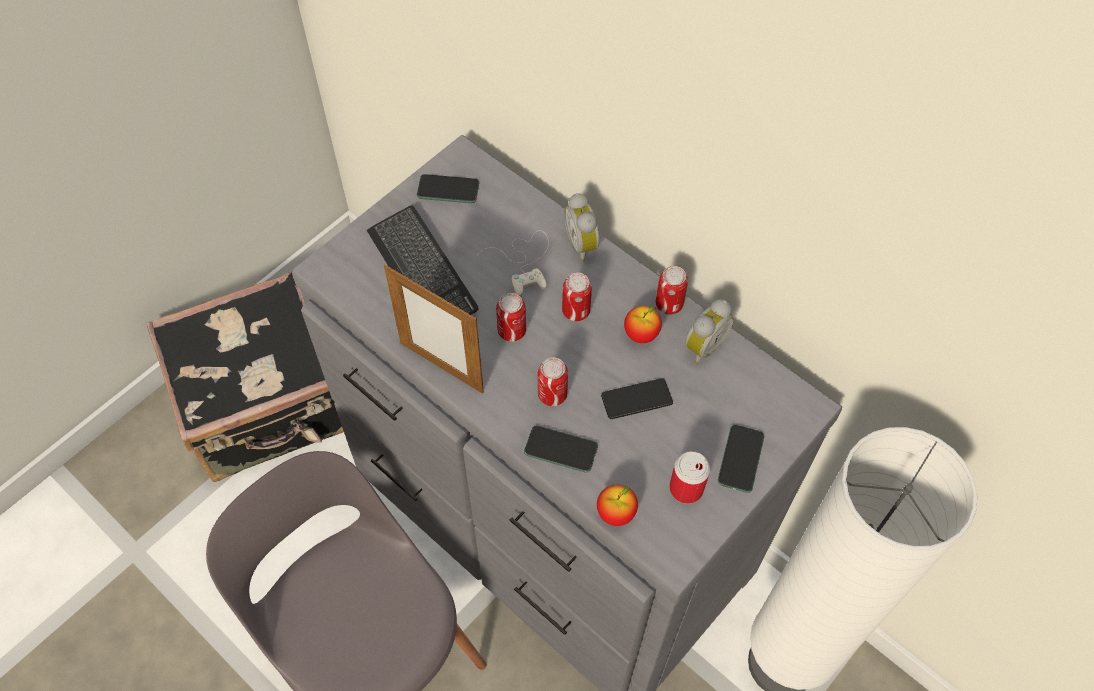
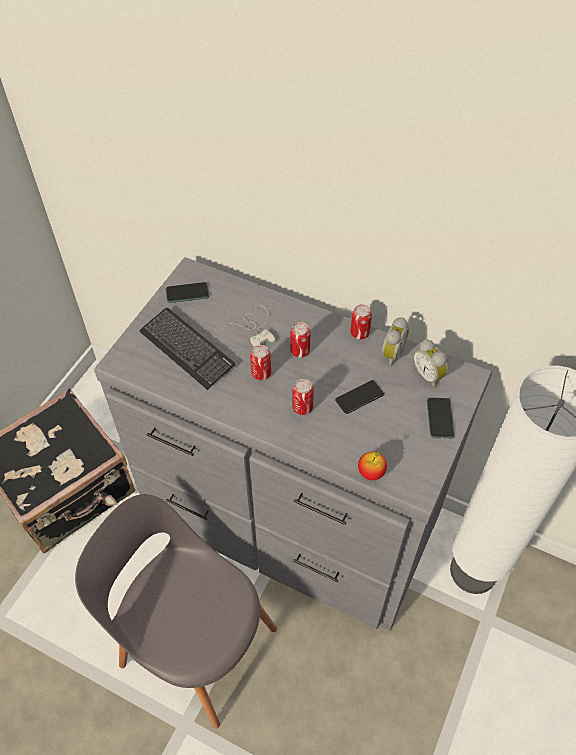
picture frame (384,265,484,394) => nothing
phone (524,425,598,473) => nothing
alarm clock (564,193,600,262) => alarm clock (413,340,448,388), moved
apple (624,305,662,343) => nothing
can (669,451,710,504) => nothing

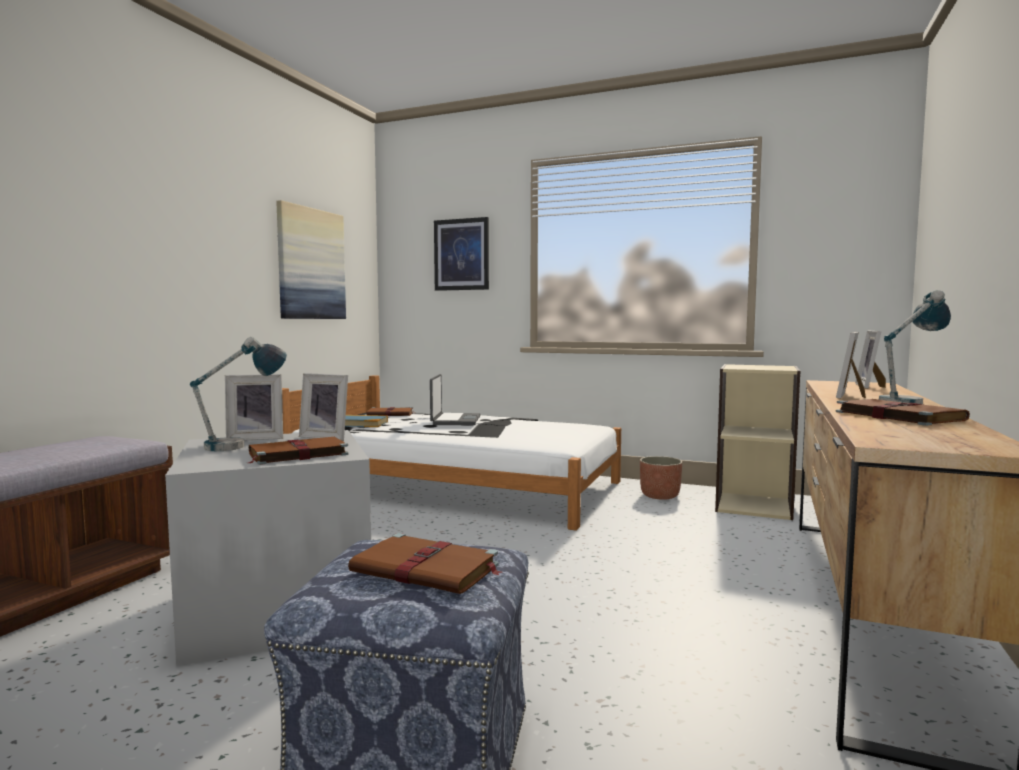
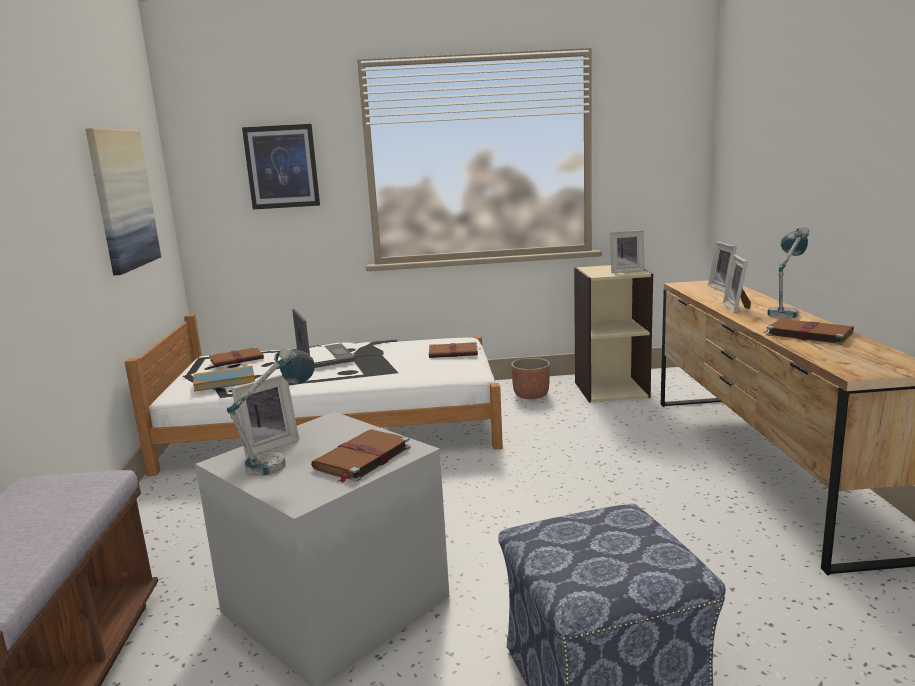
picture frame (299,373,348,441) => picture frame (610,230,645,273), moved
book (brown) (348,533,501,594) => book (brown) (429,342,482,358), moved

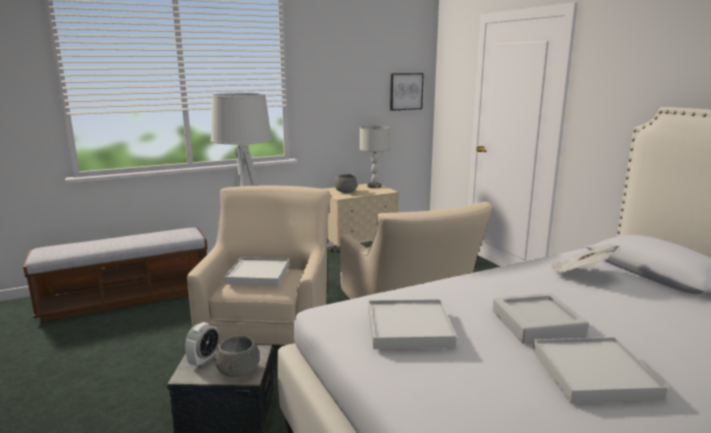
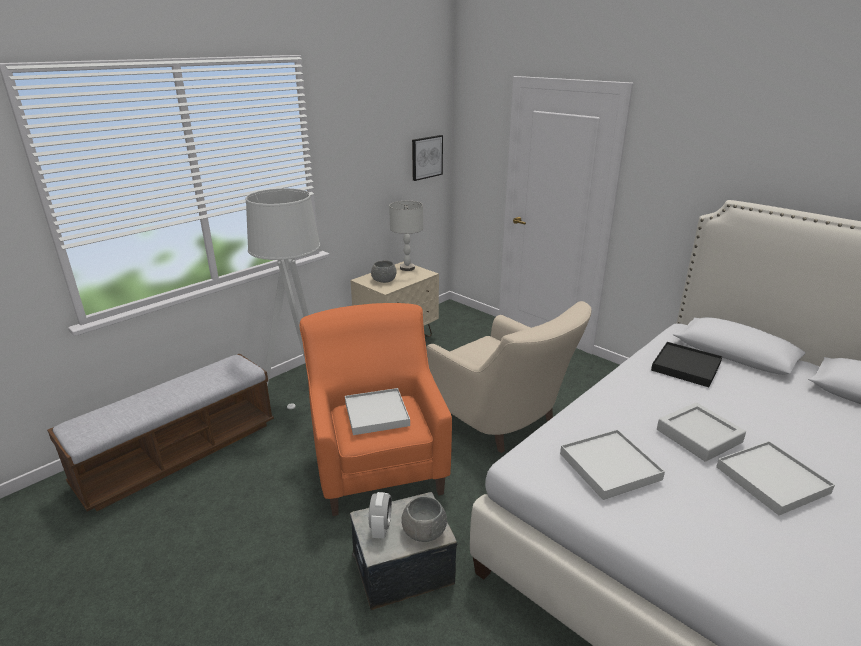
armchair (beige) (187,186,331,345) => armchair (orange) (300,303,452,516)
newspaper (552,244,620,274) => tray (black) (651,342,722,387)

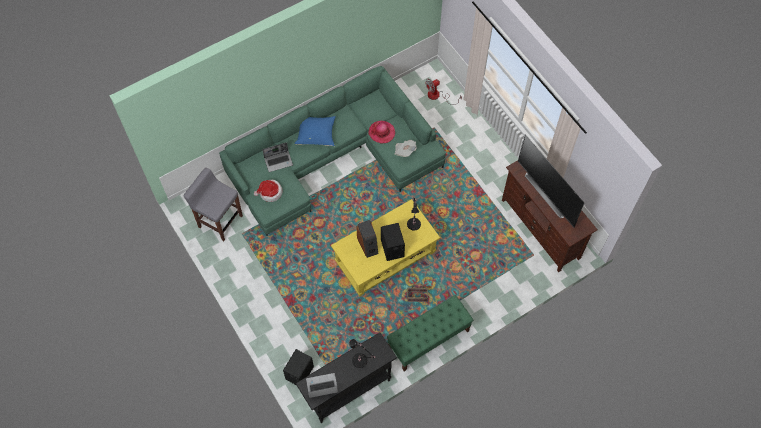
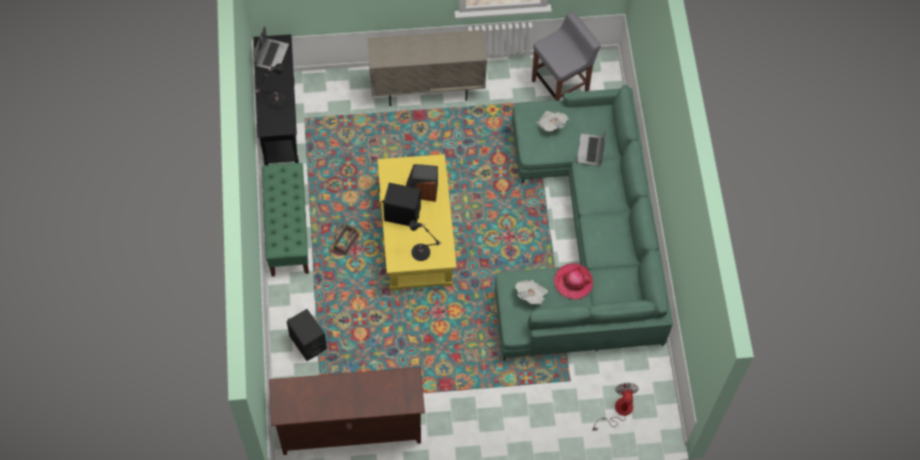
hat (254,180,282,202) => newspaper (537,111,569,131)
speaker (black) (283,349,314,385) => speaker (black) (287,309,327,361), moved
pillow (blue) (294,116,336,146) => nothing
television (518,134,584,228) => nothing
nothing => cabinet (beige) (368,30,487,106)

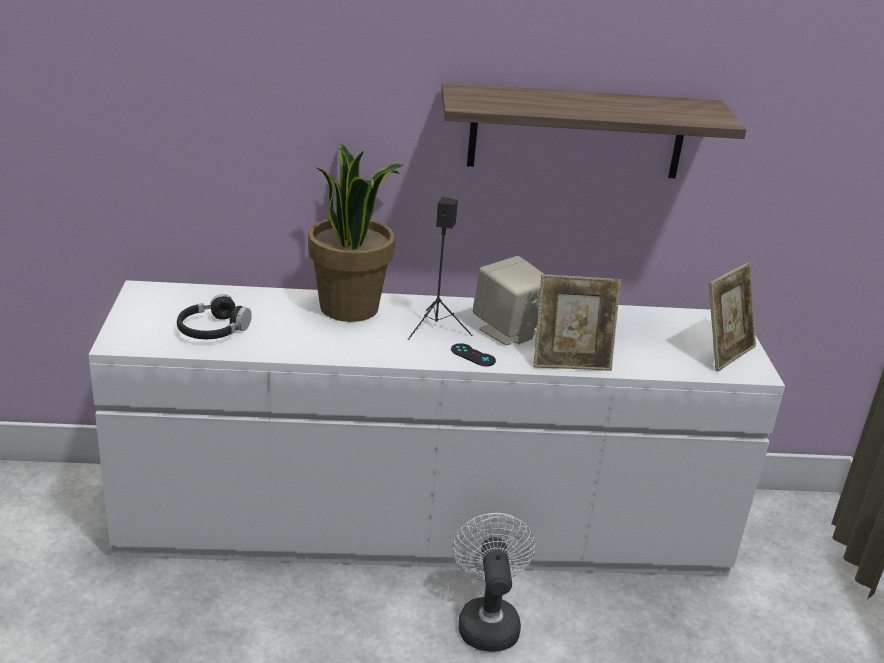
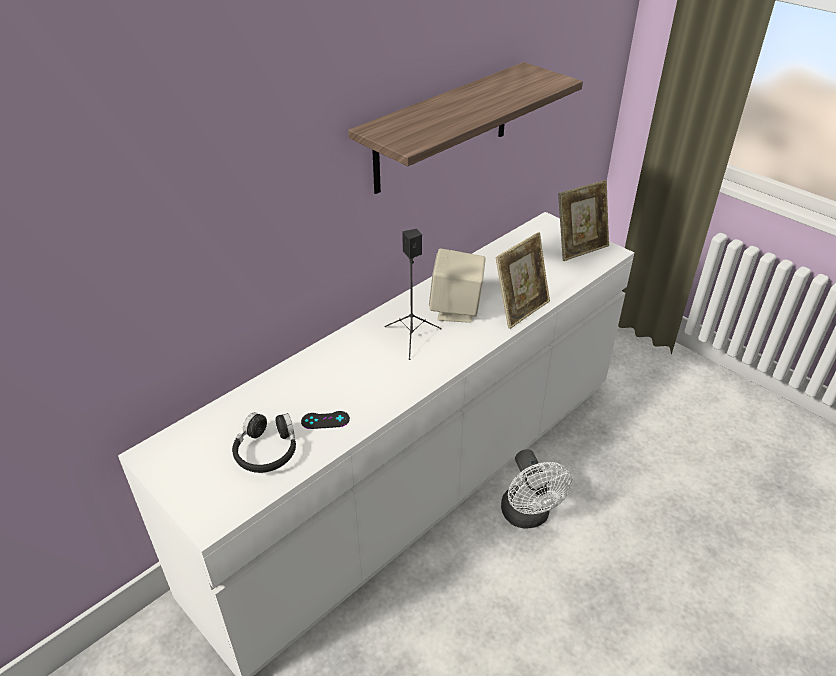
potted plant (308,143,404,322) => nothing
game controller (black) (451,343,496,366) => game controller (black) (301,411,350,429), moved
fan (white) (452,513,535,652) => fan (white) (501,449,573,529), 150 degrees counterclockwise
picture frame (709,262,756,371) => picture frame (558,180,609,261), 60 degrees clockwise

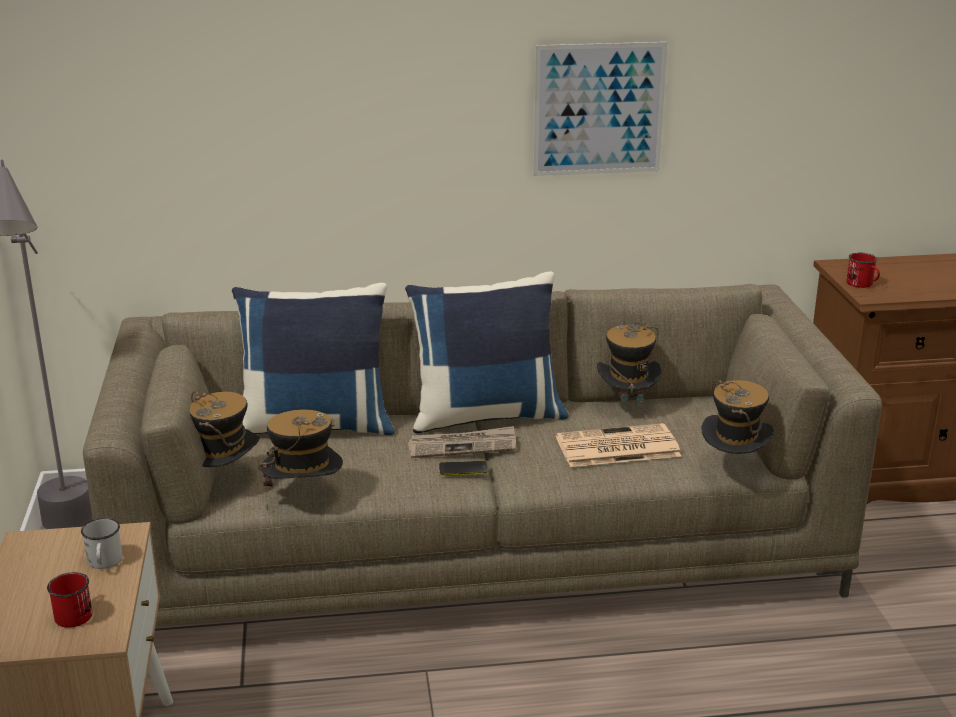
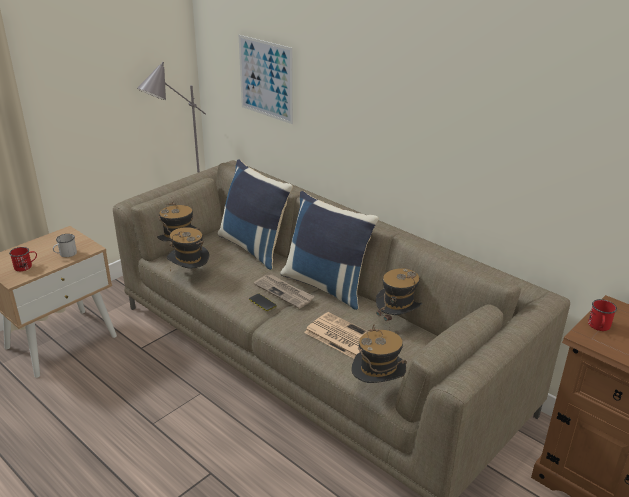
picture (533,42,668,176) => picture (239,35,293,124), moved

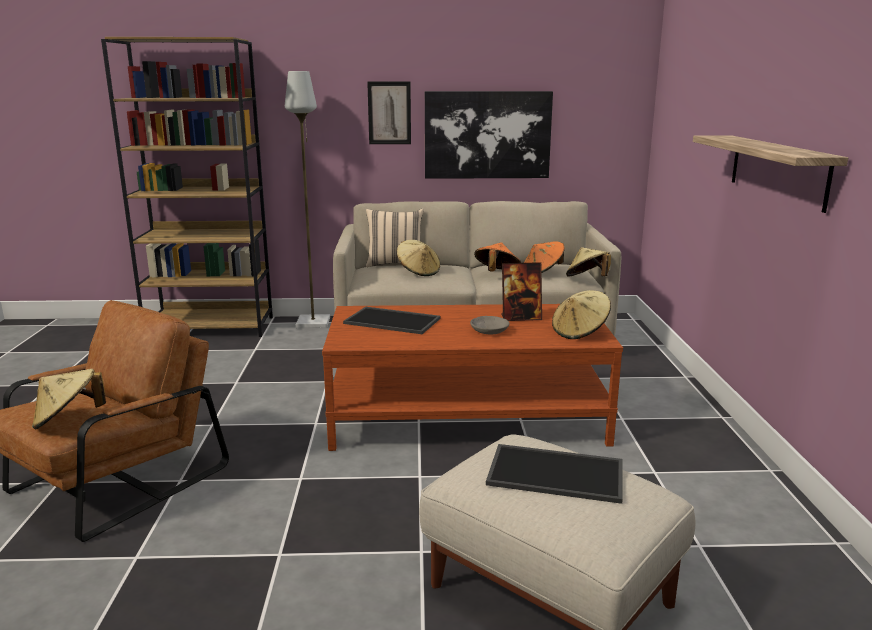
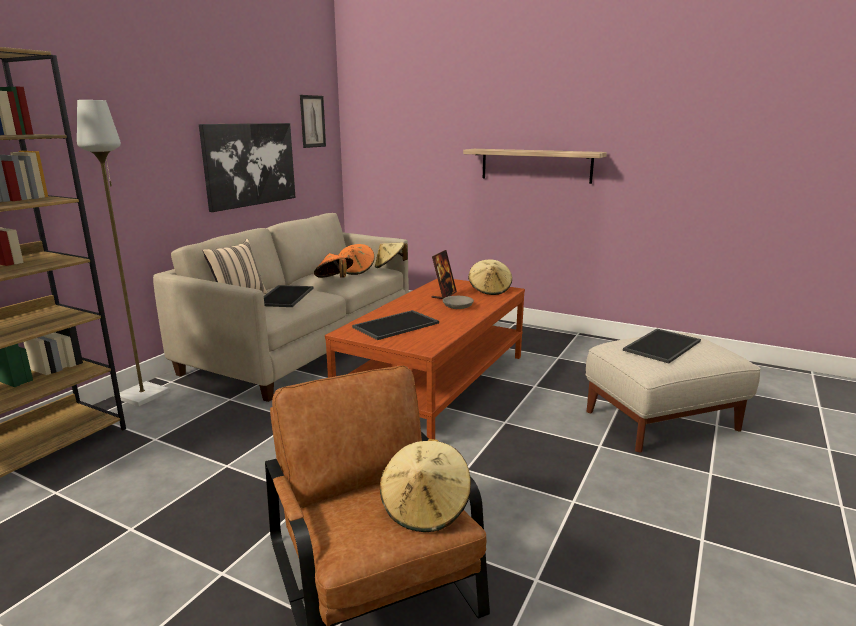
picture (367,82,411,144) => picture (300,95,326,148), moved
hat (beige) (397,240,440,276) => tray (264,285,314,307)

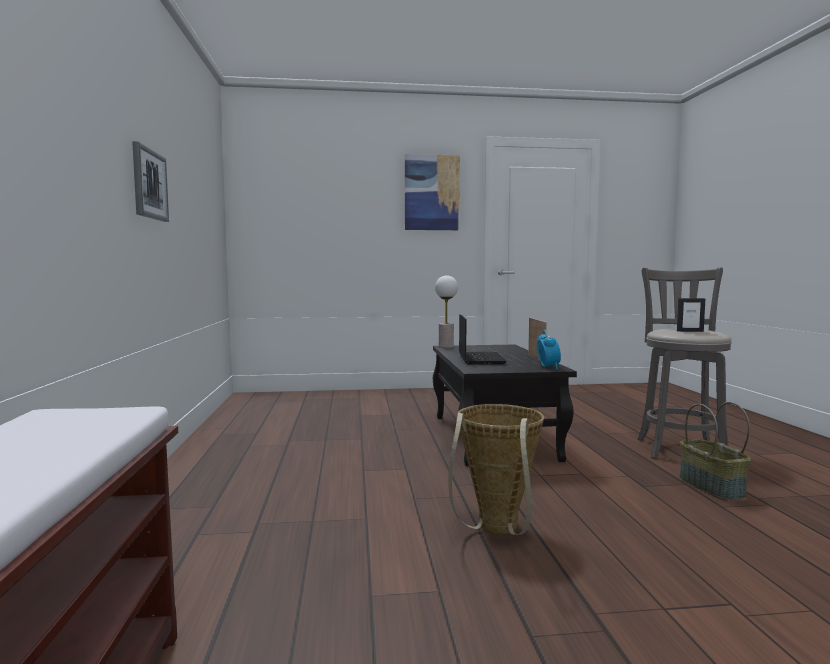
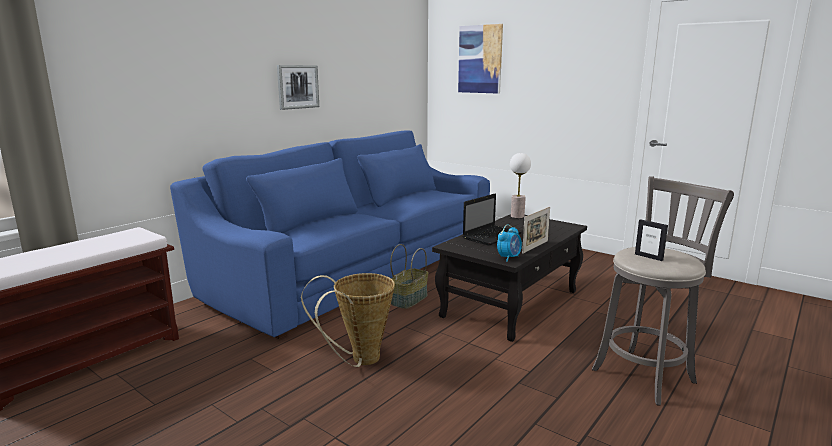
picture (405,154,460,230) => picture (458,24,503,94), moved
basket (679,402,751,500) => basket (390,244,428,309), moved
nothing => sofa (blue) (170,131,490,339)

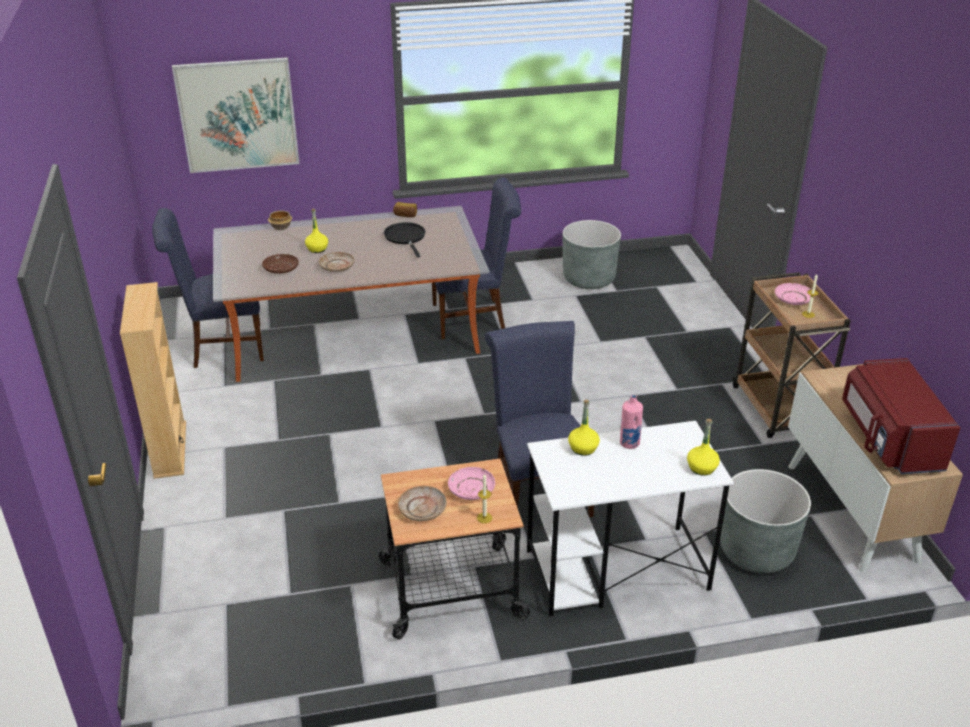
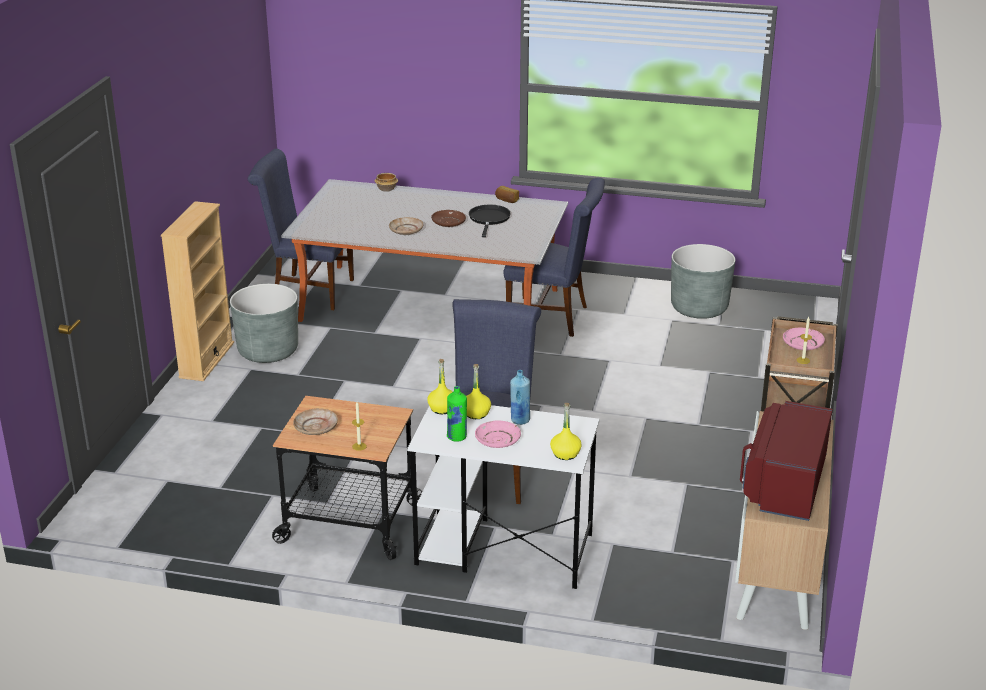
picture (172,57,299,173) => nothing
plate (brown) (262,254,299,274) => plate (brown) (431,210,466,227), moved
bottle (yellow) (305,209,328,253) => bottle (yellow) (427,359,453,414), moved
plate (pink) (448,467,495,500) => plate (pink) (475,421,521,448), moved
bottle (pink) (620,395,643,449) => bottle (blue) (510,370,530,425)
planter (grey) (720,469,811,573) => planter (grey) (230,284,298,363), moved
nothing => bottle (green) (447,386,467,442)

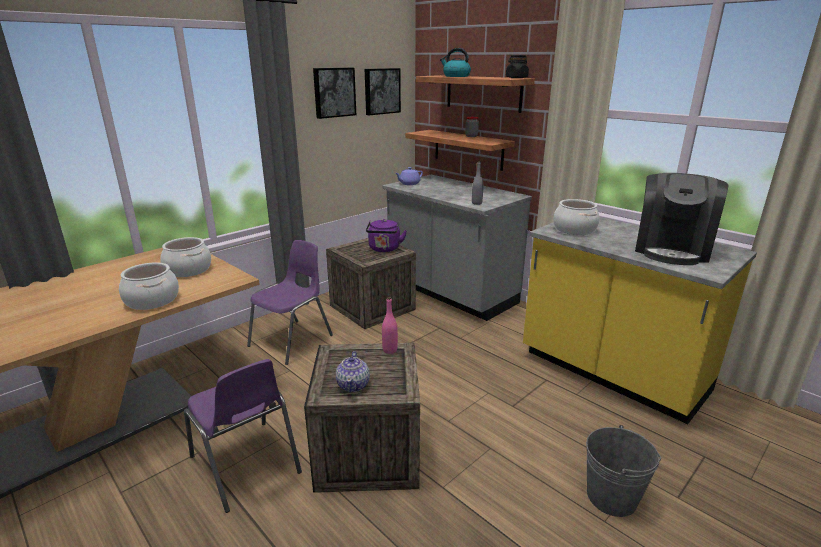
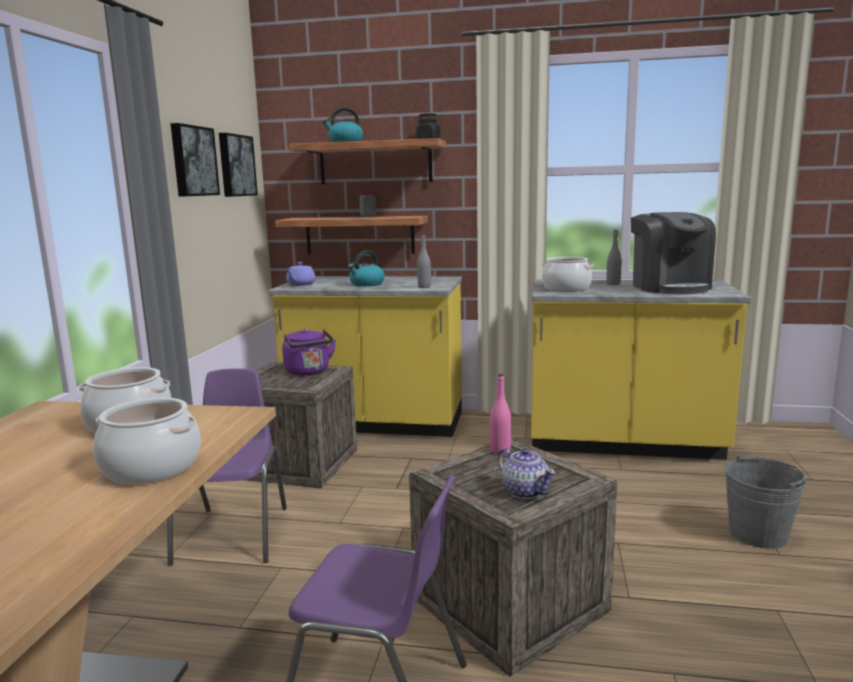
counter (grey) (383,175,532,321) => counter (yellow) (268,276,462,437)
nothing => kettle (348,251,385,286)
nothing => bottle (grey) (607,230,622,285)

